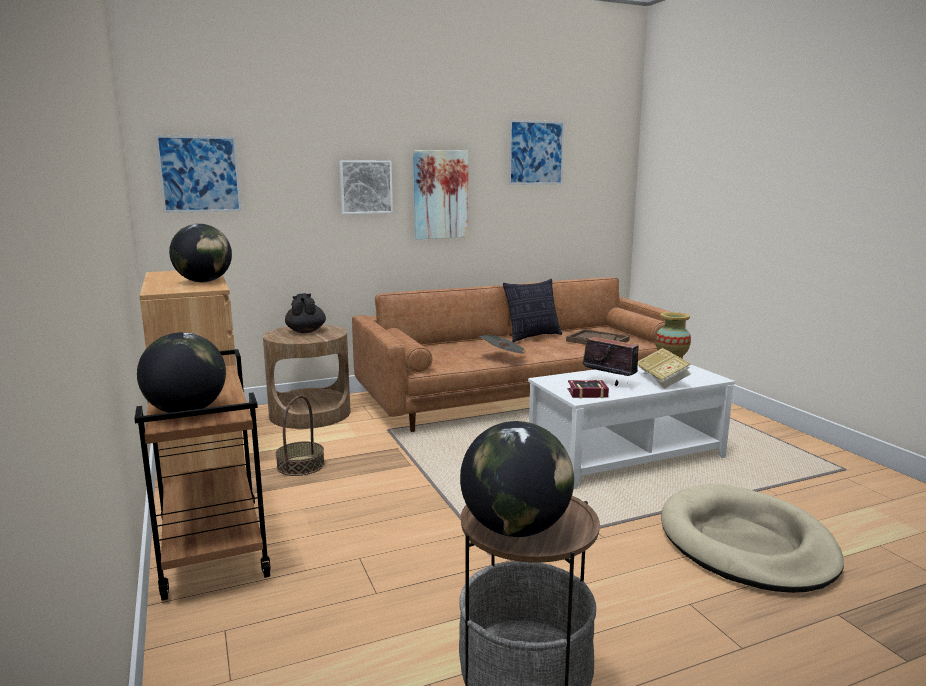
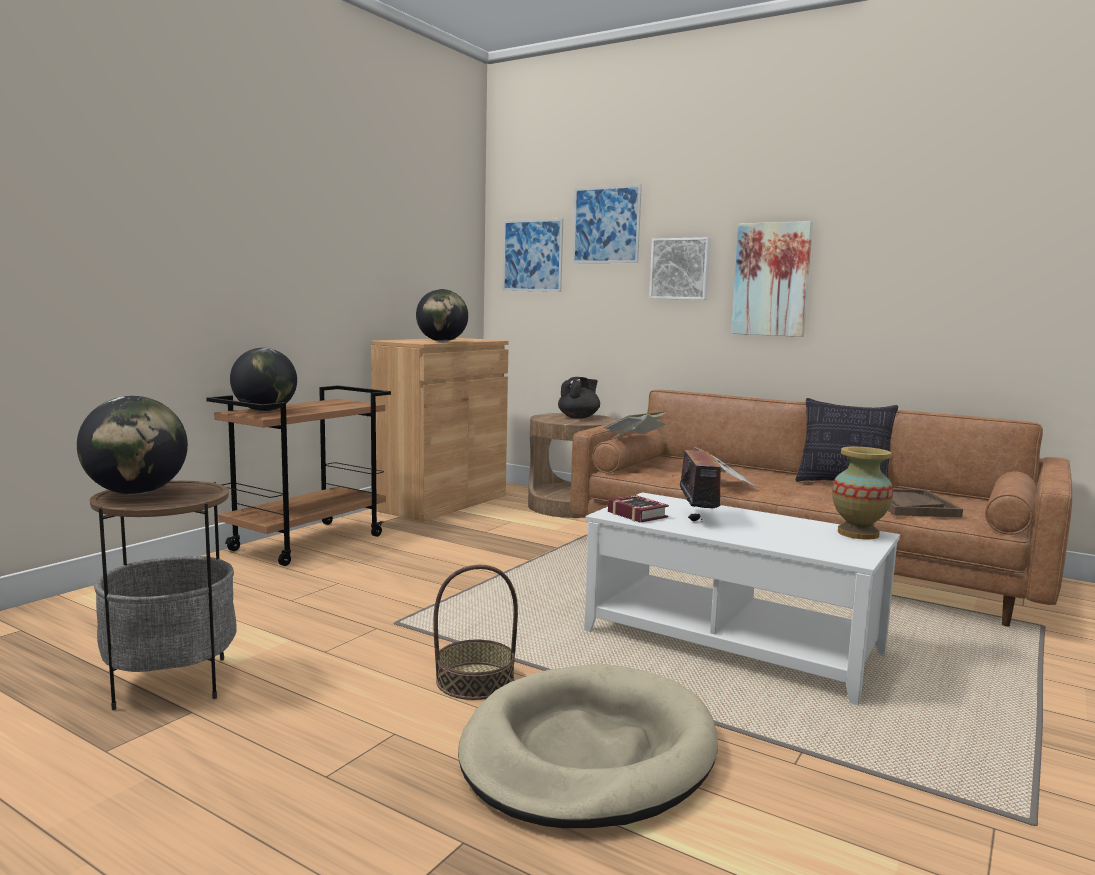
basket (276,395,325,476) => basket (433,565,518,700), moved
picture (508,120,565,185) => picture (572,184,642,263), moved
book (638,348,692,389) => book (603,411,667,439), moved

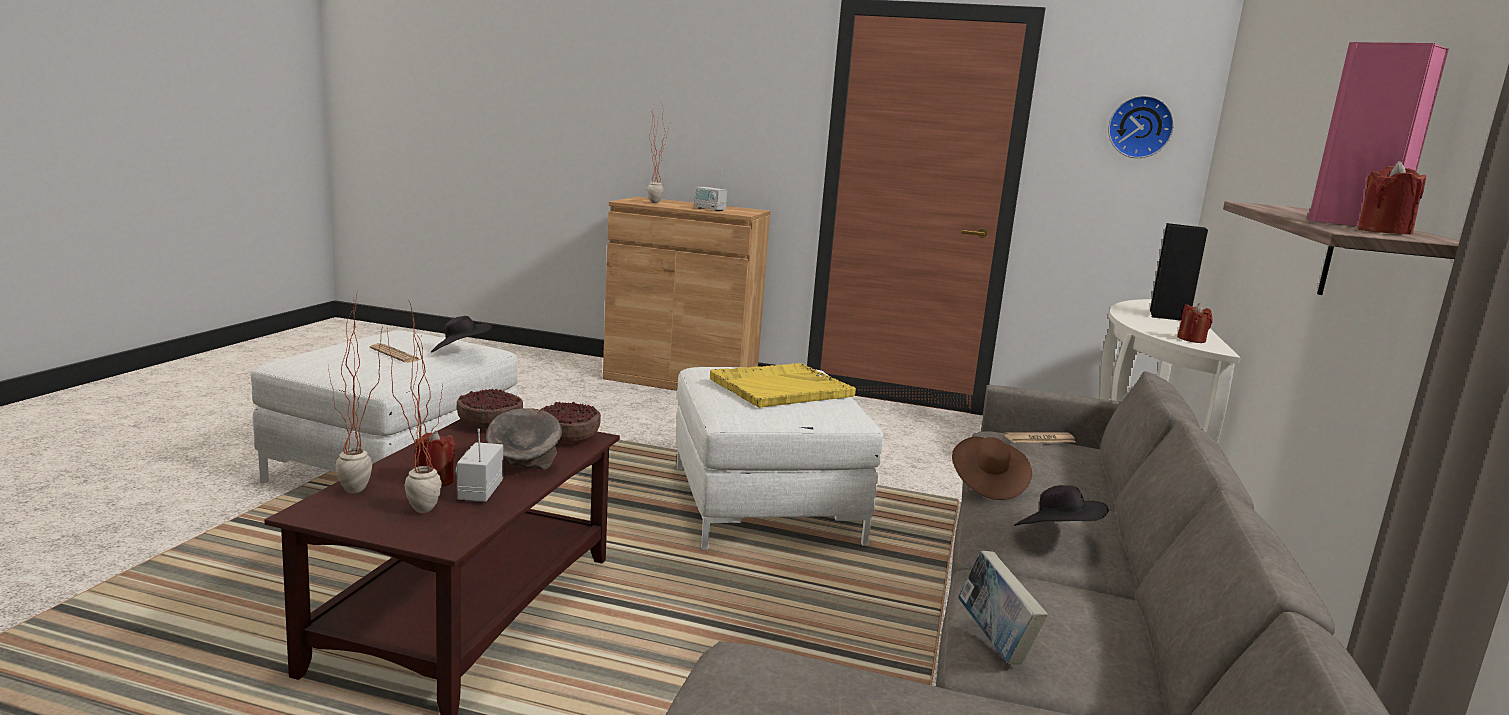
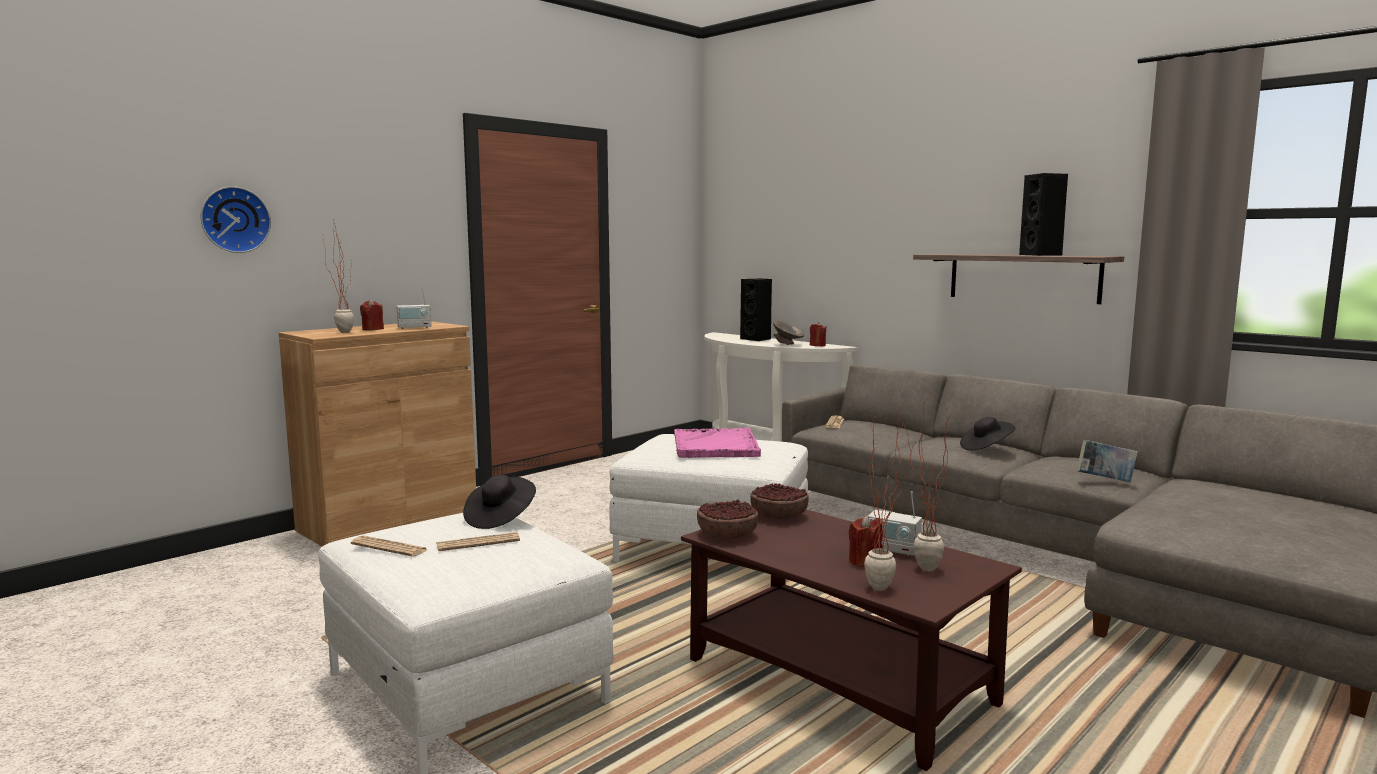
bowl (grey) (486,408,562,470) => bowl (grey) (773,321,804,345), moved
tray (yellow) (710,363,856,408) => tray (pink) (674,428,761,458)
hat (brown) (952,437,1032,500) => nothing
wall clock (1108,95,1174,158) => wall clock (200,186,271,253), moved
speaker (pink) (1308,42,1449,226) => speaker (black) (1019,173,1068,256)
candle (red) (1357,161,1426,235) => candle (red) (360,299,384,331), moved
nothing => newspaper (351,536,428,557)

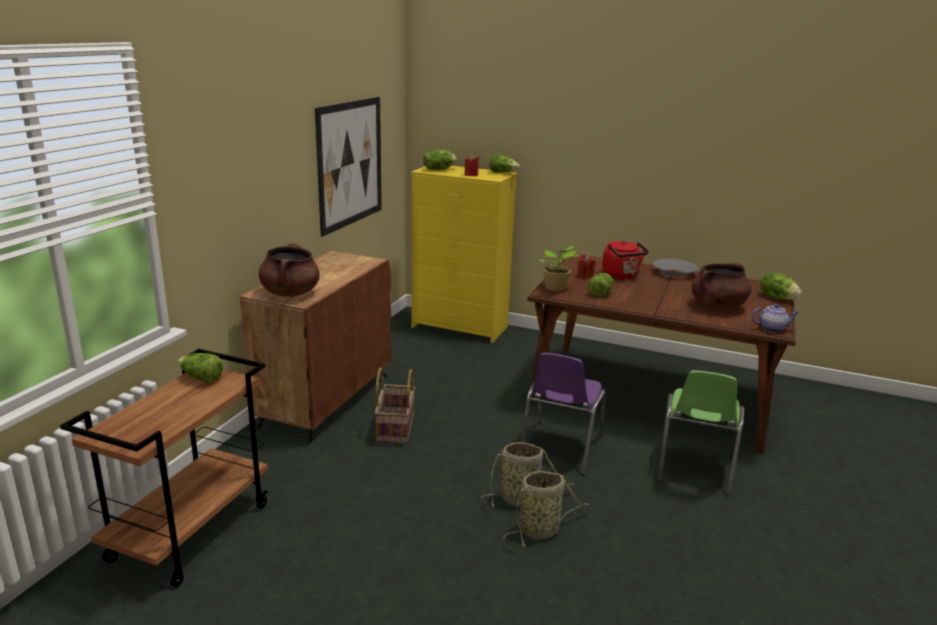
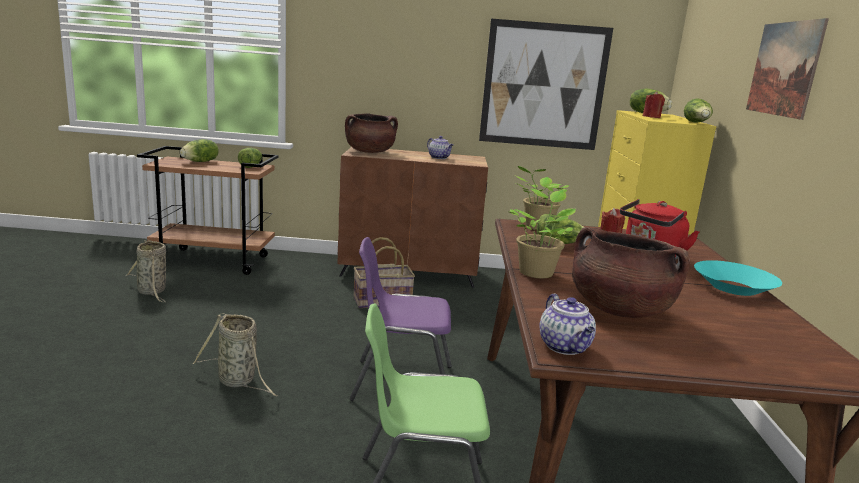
basket (481,442,575,507) => basket (127,240,166,303), moved
bowl (grey) (653,259,698,277) => bowl (turquoise) (694,260,782,296)
lettuce (759,272,802,300) => lettuce (180,139,219,162), moved
nothing => teapot (427,136,454,159)
nothing => potted plant (509,189,576,278)
nothing => picture (746,18,829,120)

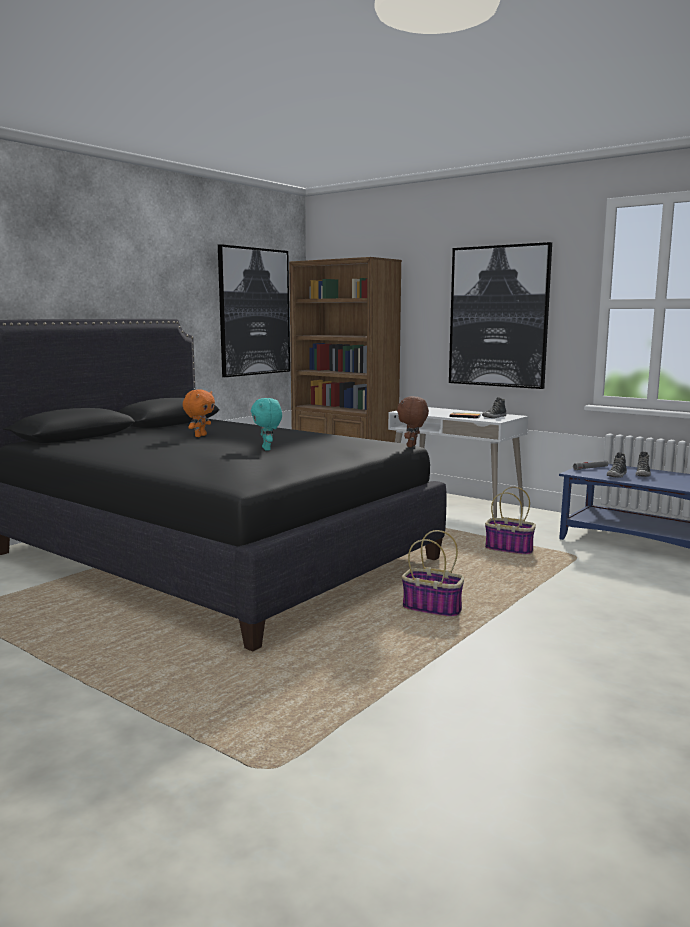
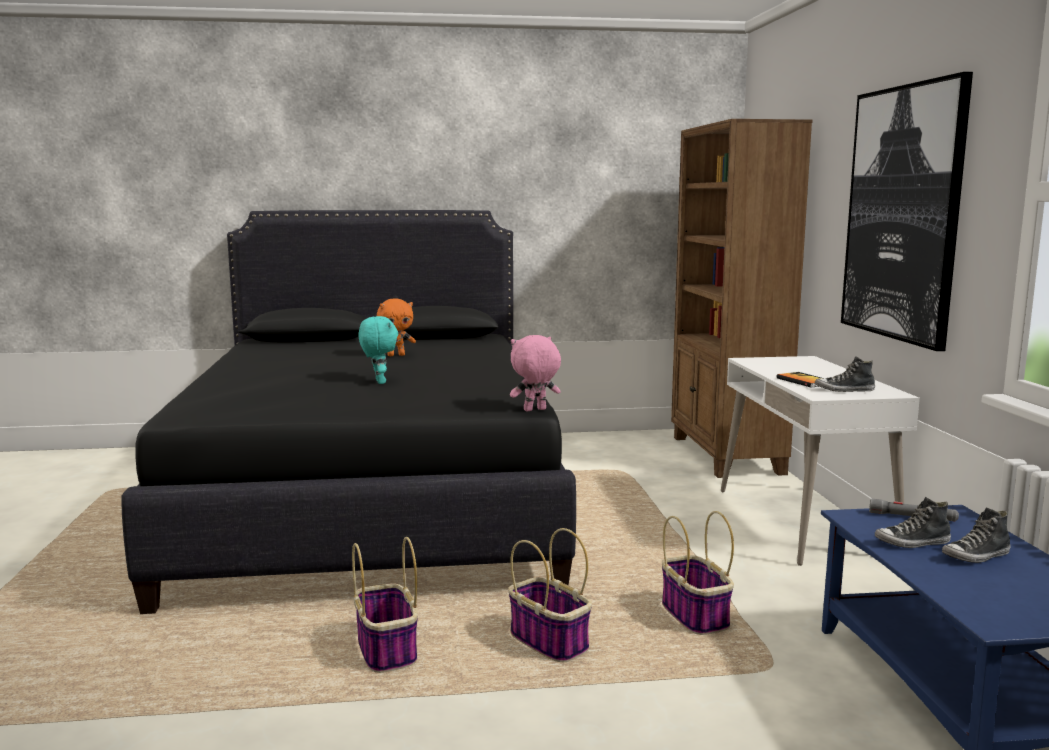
picture (218,244,290,377) => nothing
plush toy (turquoise) (251,398,282,451) => plush toy (turquoise) (358,316,398,384), 135 degrees clockwise
plush toy (brown) (397,396,429,447) => plush toy (pink) (510,335,561,411)
nothing => basket (508,528,592,662)

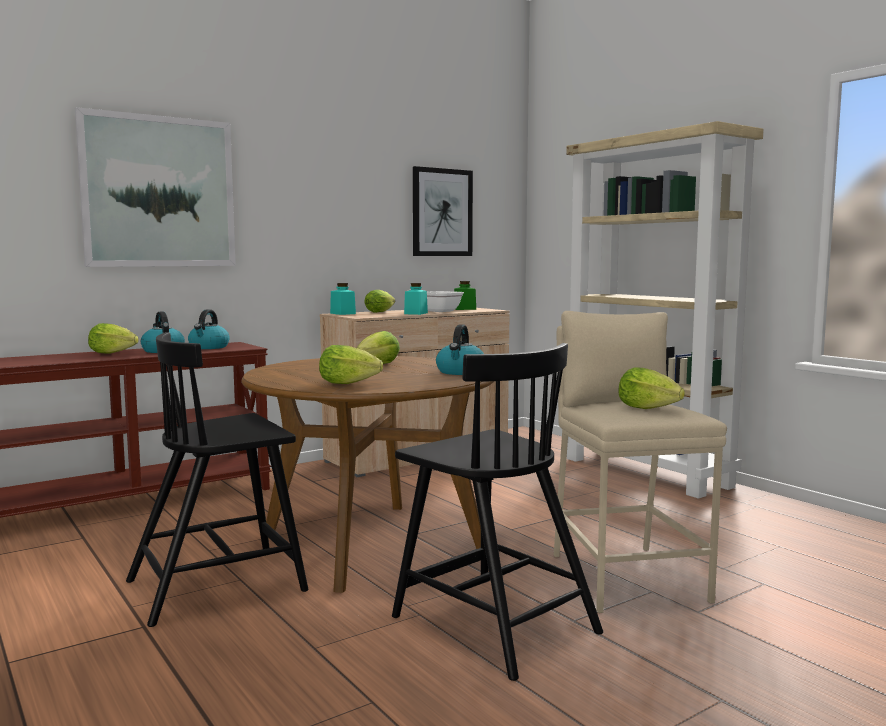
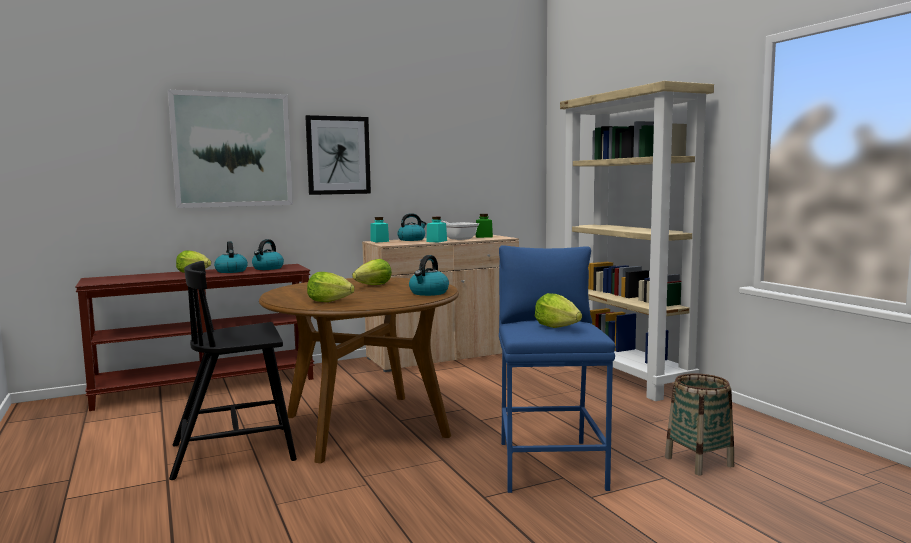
lettuce (364,290,395,313) => kettle (397,213,427,241)
chair (black) (392,343,603,681) => nothing
picture (413,166,473,256) => picture (305,115,371,195), moved
stool (beige) (554,311,727,613) => stool (blue) (499,245,615,493)
nothing => basket (665,373,734,475)

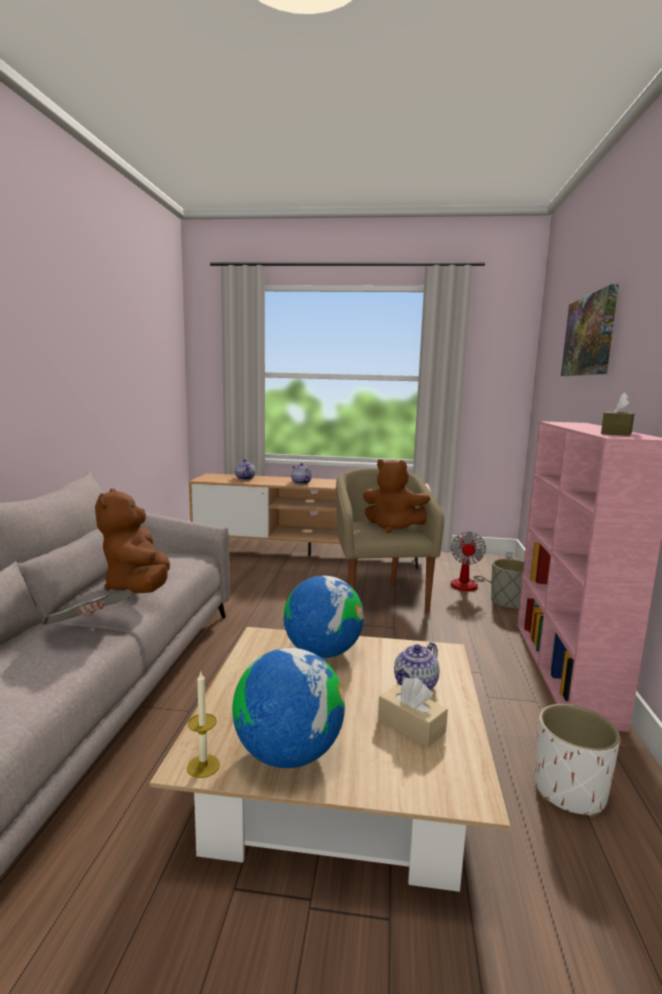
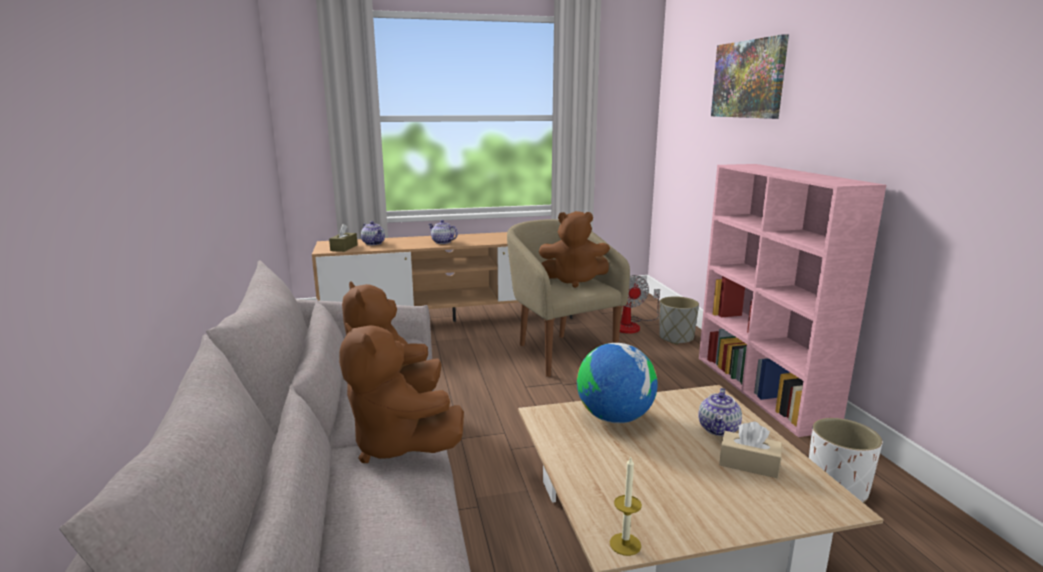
newspaper (41,591,132,625) => plush toy (brown) (339,322,464,463)
globe (232,648,345,768) => nothing
tissue box (brown) (601,392,635,436) => tissue box (brown) (329,224,358,252), moved

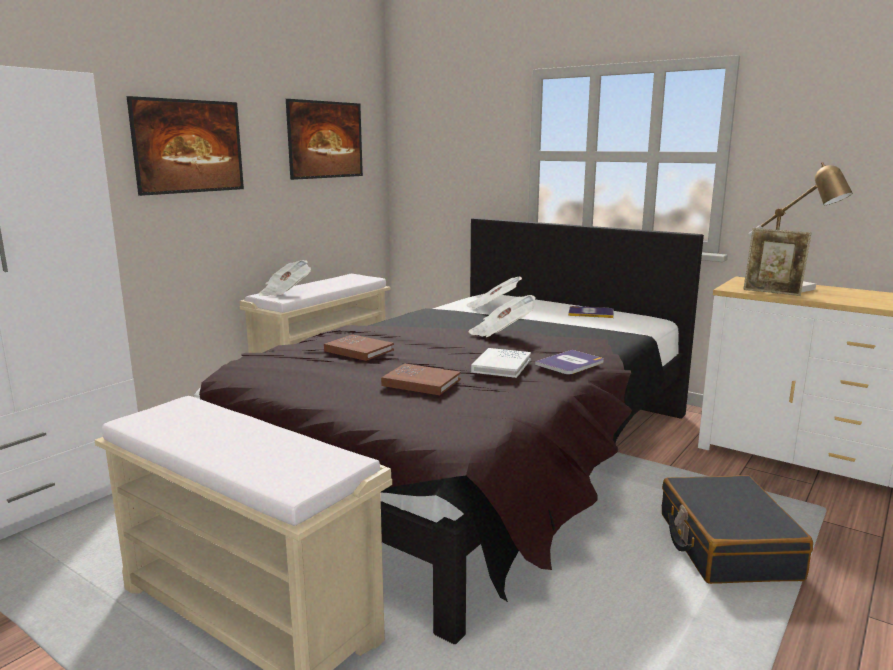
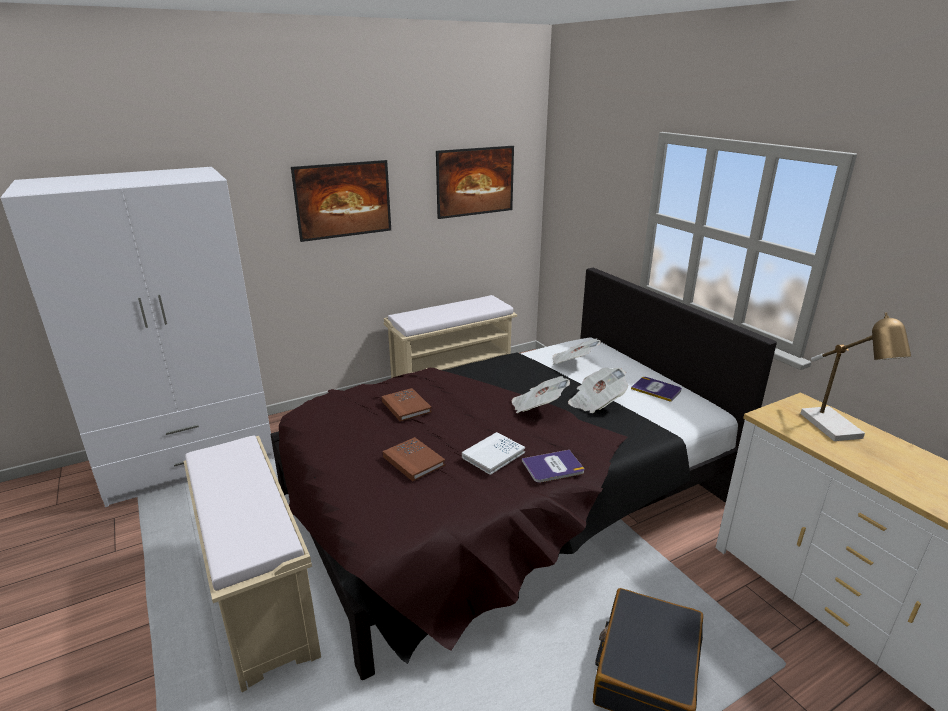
newspaper (258,260,311,296) => newspaper (568,367,628,413), moved
picture frame (743,228,812,296) => nothing

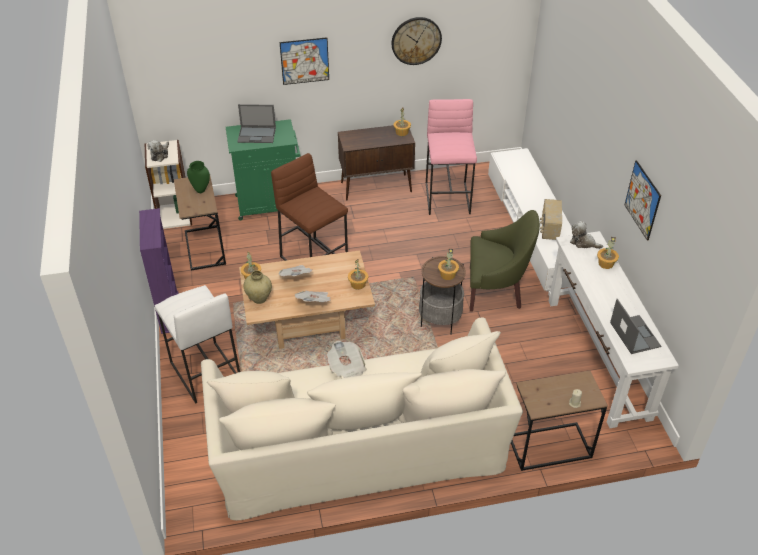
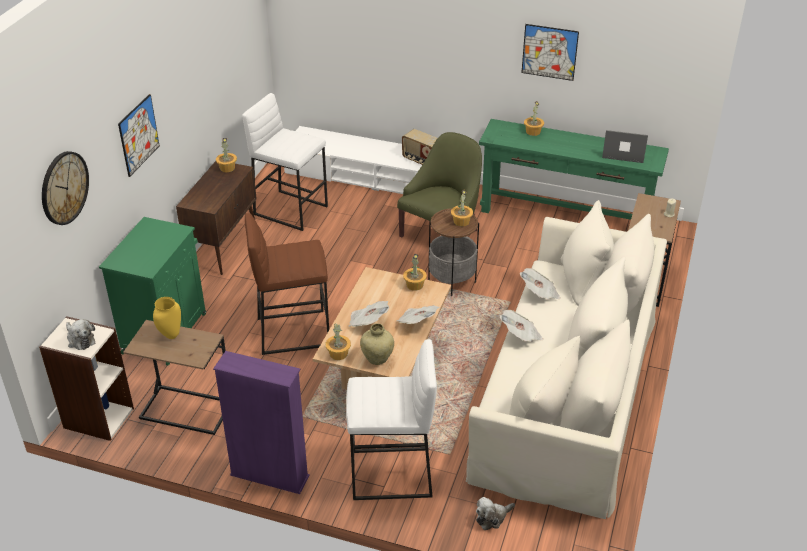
vase (green) (187,161,210,193) => vase (yellow) (153,297,181,339)
laptop (237,104,276,143) => nothing
wall clock (392,17,442,65) => wall clock (42,151,89,225), moved
stool (pink) (426,99,477,215) => stool (white) (242,93,328,231)
console table (white) (548,231,679,428) => console table (green) (479,119,669,220)
plush toy (570,221,603,249) => plush toy (476,497,515,530), moved
nothing => newspaper (520,268,561,300)

